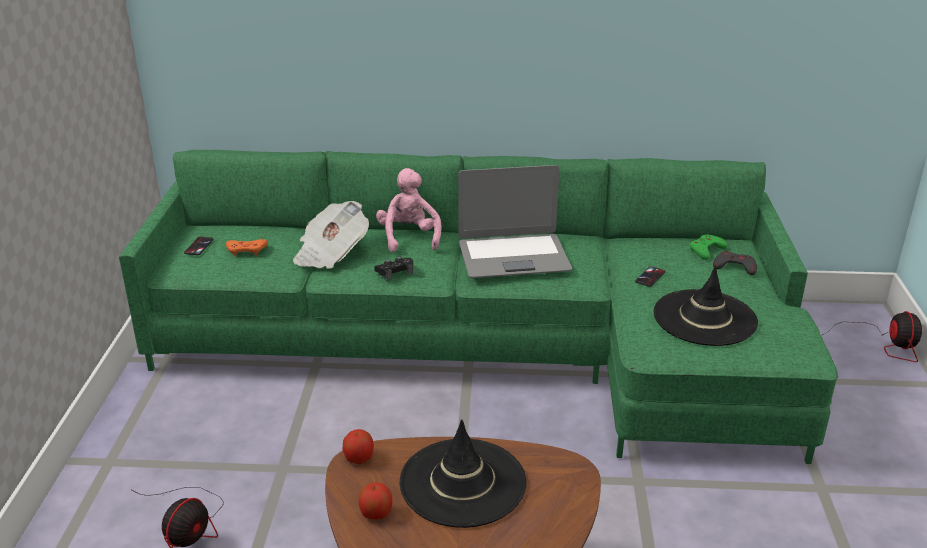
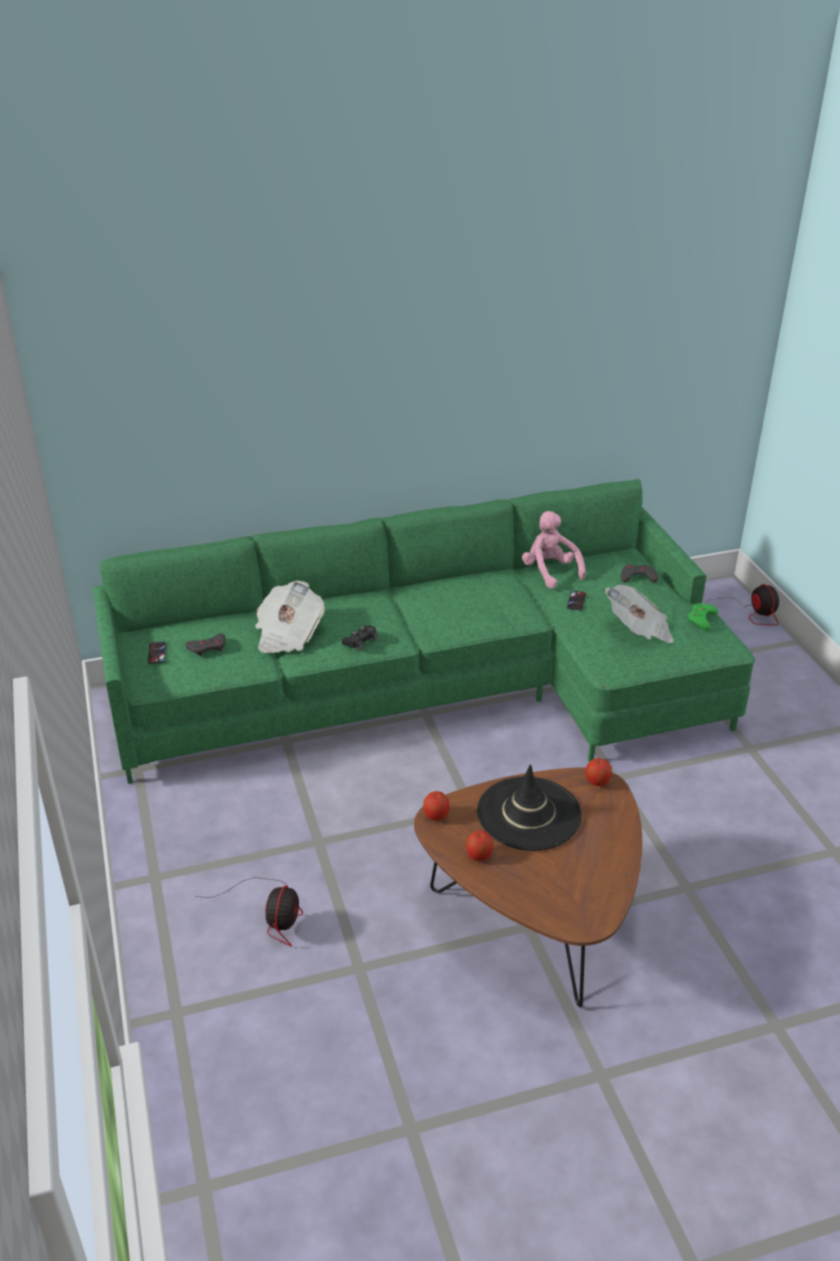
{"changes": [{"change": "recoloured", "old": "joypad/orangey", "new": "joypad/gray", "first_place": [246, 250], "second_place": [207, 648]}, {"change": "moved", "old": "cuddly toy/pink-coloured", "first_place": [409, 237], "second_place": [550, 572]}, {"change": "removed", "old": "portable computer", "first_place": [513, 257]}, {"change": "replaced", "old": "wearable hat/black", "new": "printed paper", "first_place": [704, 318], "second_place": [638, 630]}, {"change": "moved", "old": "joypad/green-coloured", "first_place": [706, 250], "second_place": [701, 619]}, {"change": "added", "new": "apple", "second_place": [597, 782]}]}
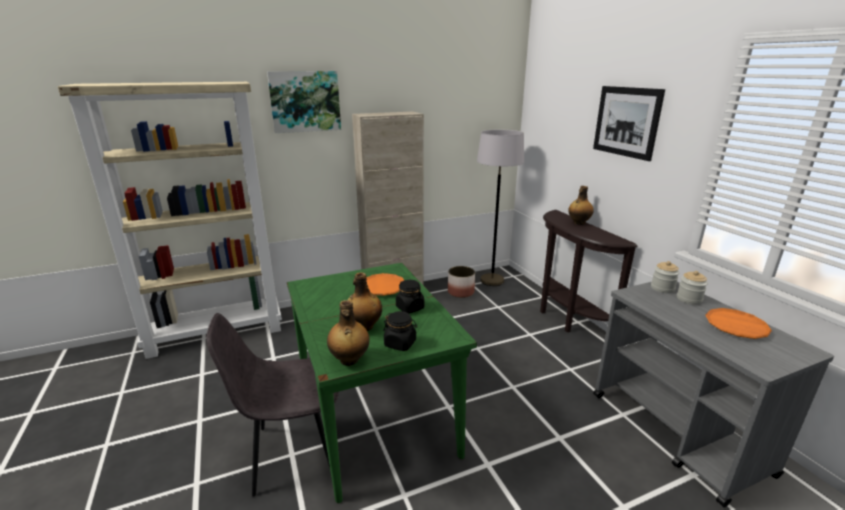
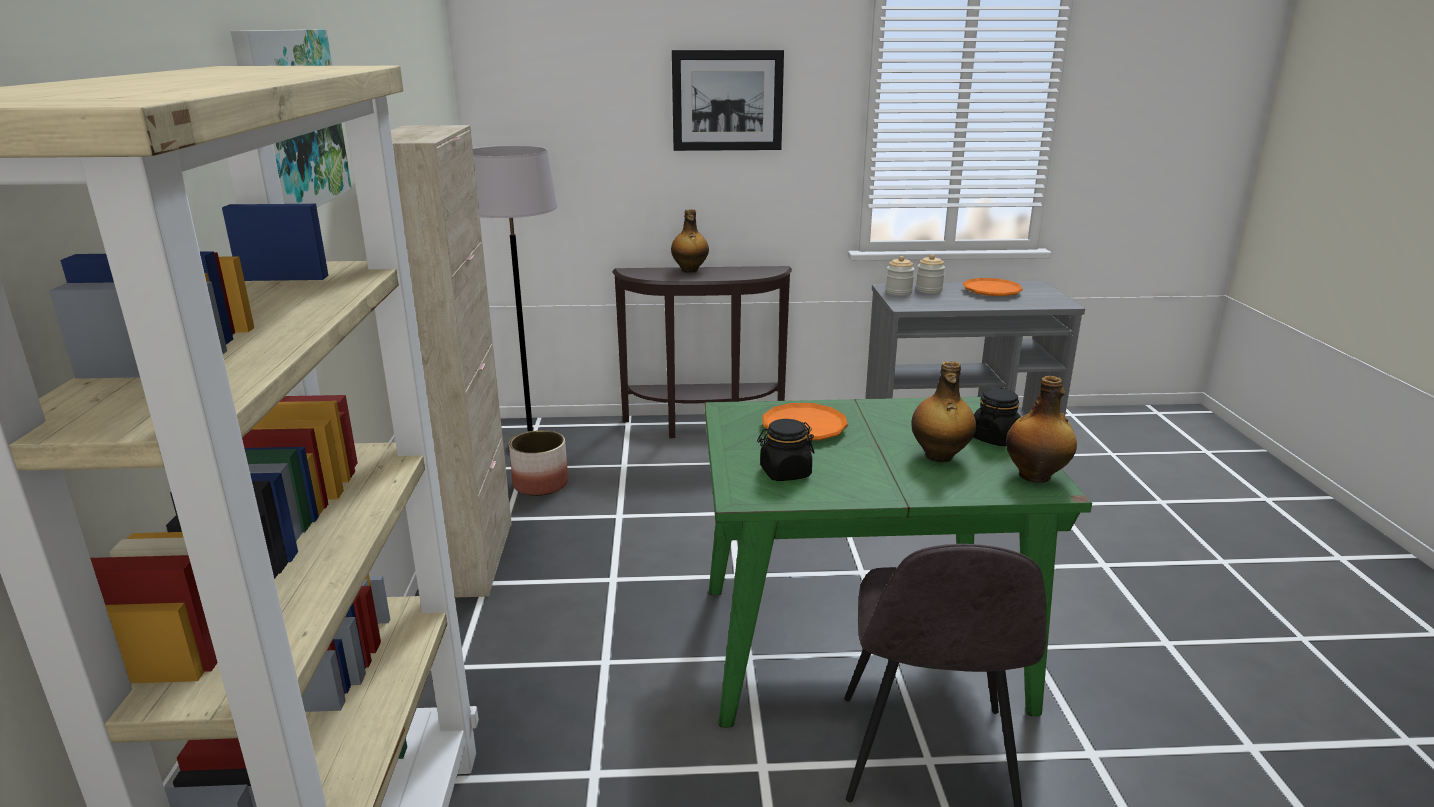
{"changes": [{"change": "moved", "old": "preserve jar/black", "first_place": [409, 308], "second_place": [785, 473]}]}
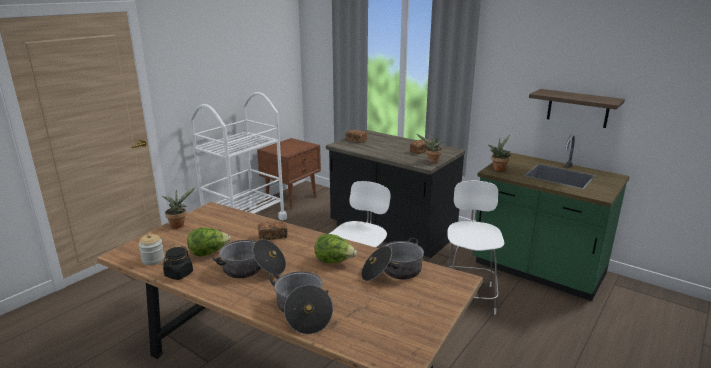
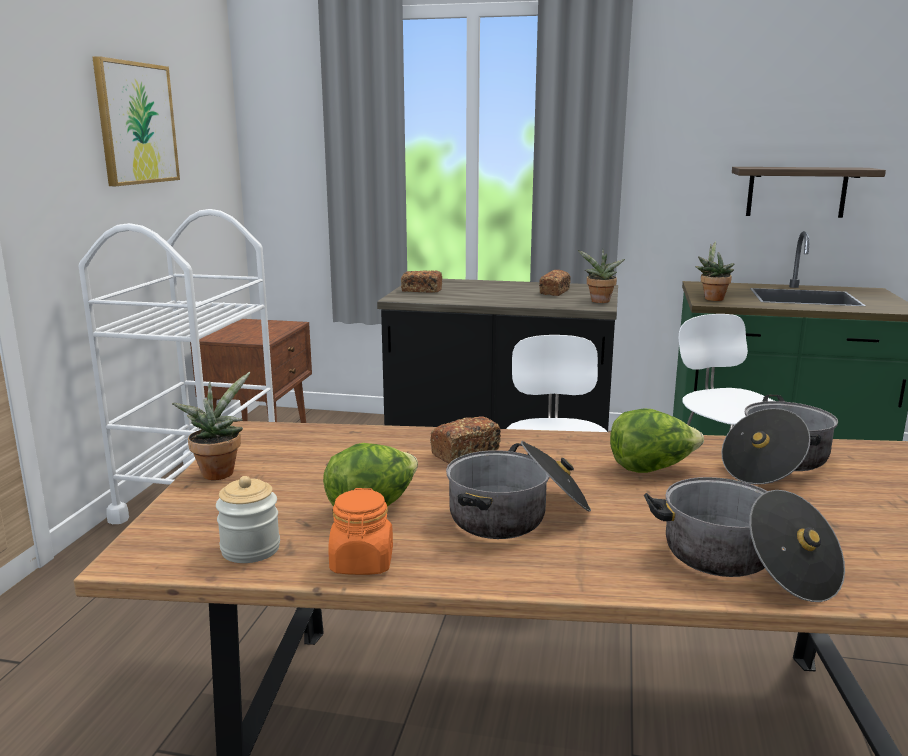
{"changes": [{"change": "recoloured", "old": "preserve jar/black", "new": "preserve jar/orangey", "first_place": [178, 274], "second_place": [362, 563]}, {"change": "added", "new": "wall art", "second_place": [136, 123]}]}
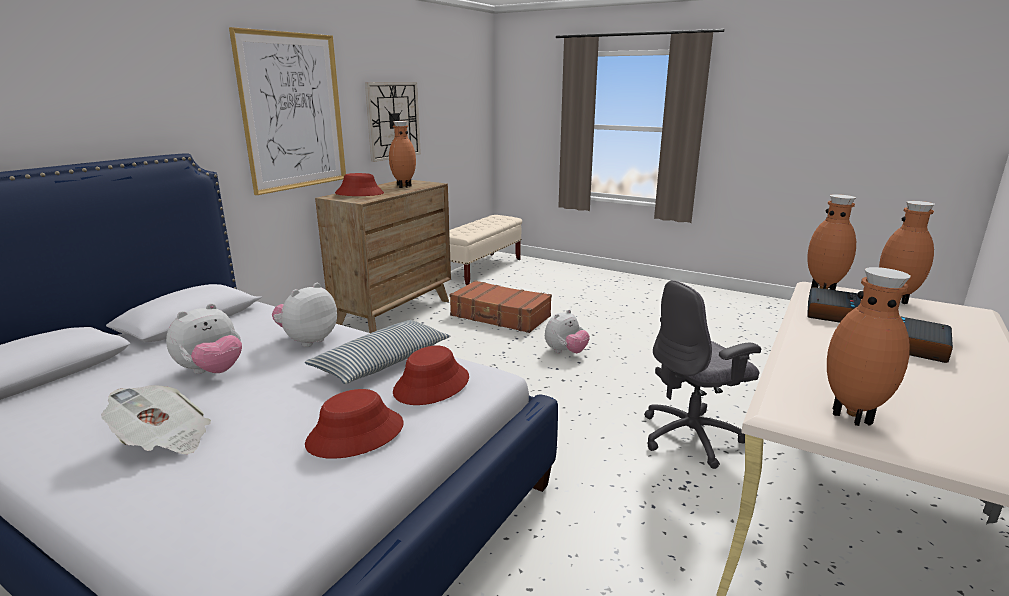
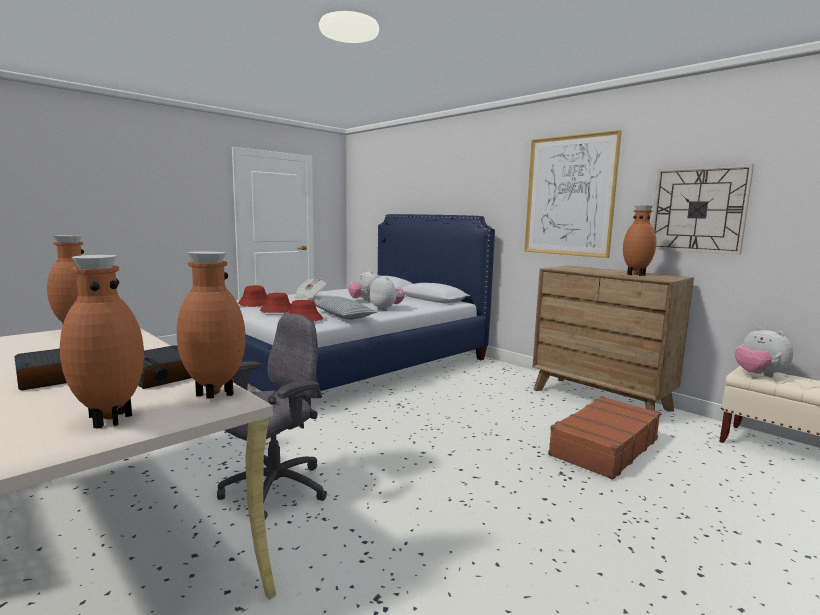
{"changes": [{"change": "moved", "old": "wearable hat/reddish", "first_place": [359, 194], "second_place": [255, 303]}, {"change": "moved", "old": "cuddly toy", "first_place": [565, 352], "second_place": [758, 375]}, {"change": "turned", "old": "computer chair/gray", "first_place": [692, 437], "second_place": [273, 490], "degrees": 45}]}
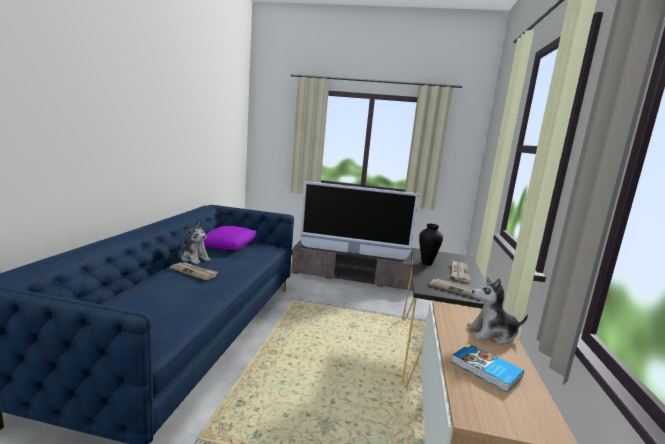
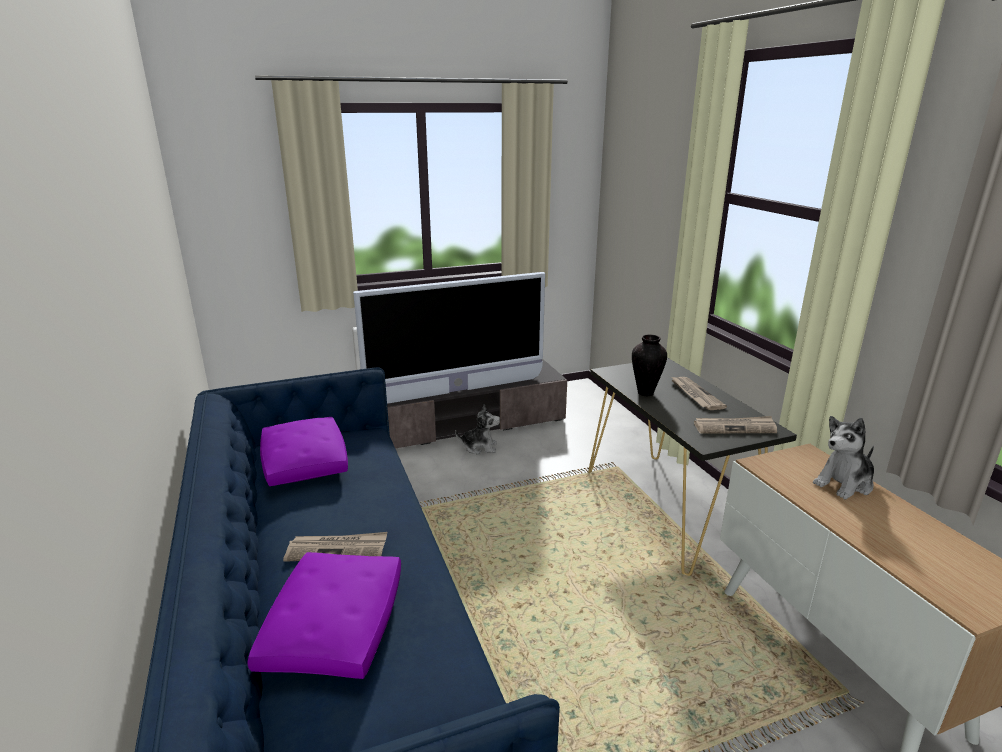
{"changes": [{"change": "moved", "old": "cuddly toy", "first_place": [195, 259], "second_place": [479, 447]}, {"change": "removed", "old": "volume", "first_place": [486, 370]}, {"change": "added", "new": "cushion/purple-coloured", "second_place": [335, 626]}]}
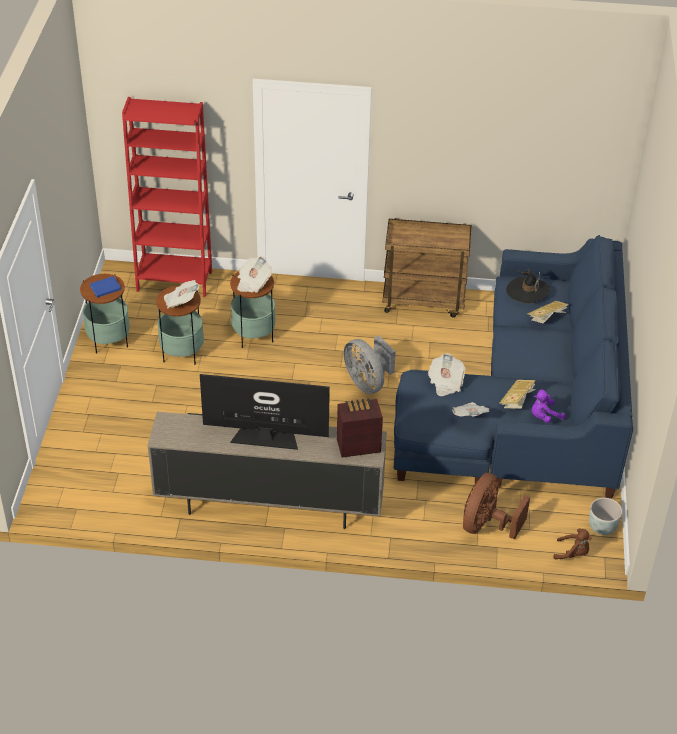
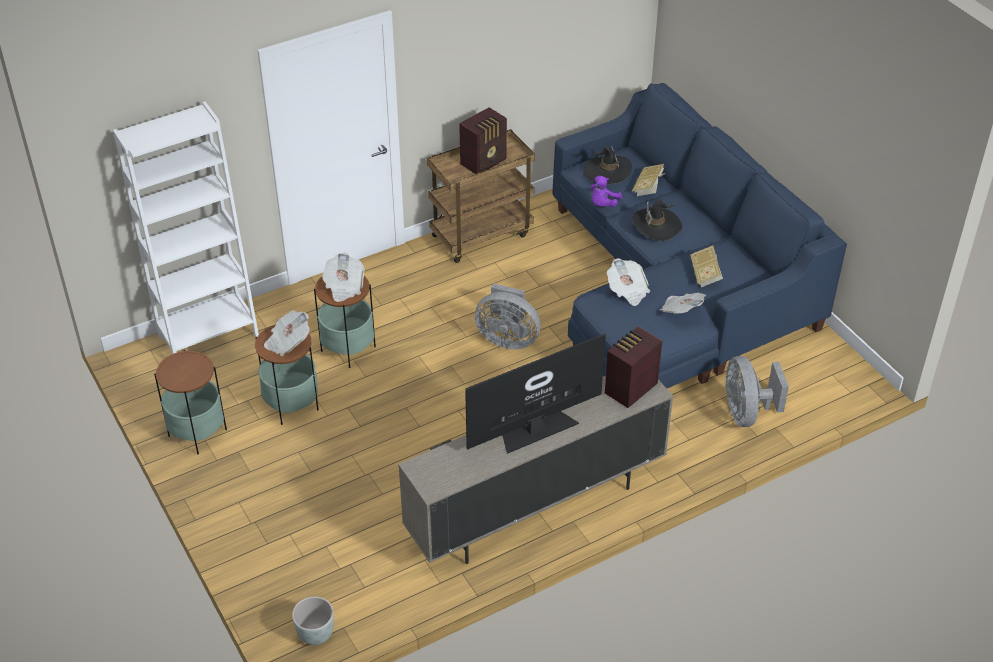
{"changes": [{"change": "removed", "old": "volume/blue", "first_place": [104, 288]}, {"change": "recoloured", "old": "bookshelf/reddish", "new": "bookshelf/white", "first_place": [174, 281], "second_place": [208, 336]}, {"change": "recoloured", "old": "electric fan/brownish", "new": "electric fan/gray", "first_place": [486, 525], "second_place": [746, 413]}, {"change": "moved", "old": "cuddly toy/purple-coloured", "first_place": [544, 416], "second_place": [603, 204]}, {"change": "removed", "old": "cuddly toy/brownish", "first_place": [573, 553]}, {"change": "moved", "old": "flower pot/gray", "first_place": [602, 528], "second_place": [316, 634]}, {"change": "added", "new": "radio receiver", "second_place": [484, 162]}, {"change": "added", "new": "wearable hat/black", "second_place": [656, 225]}]}
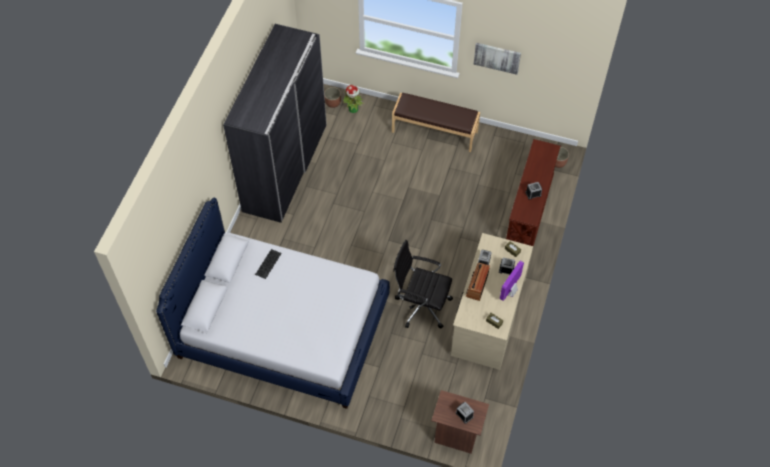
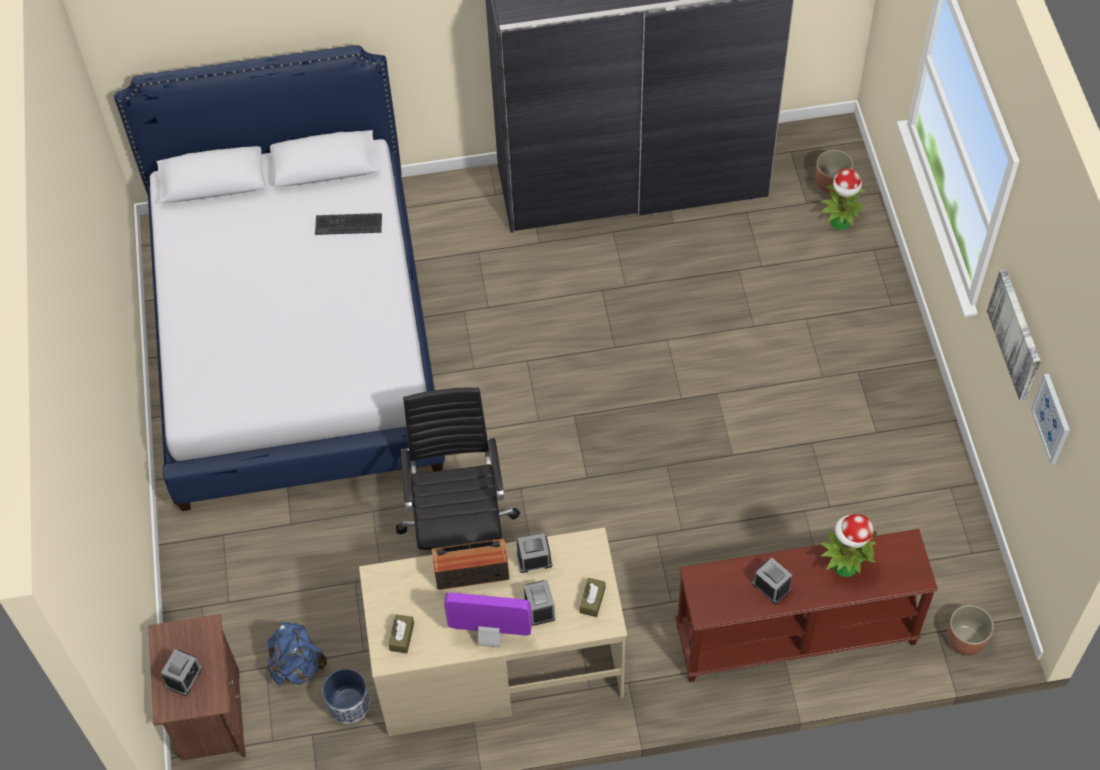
{"changes": [{"change": "removed", "old": "bench/brownish", "first_place": [435, 131]}, {"change": "added", "new": "rucksack/blue", "second_place": [297, 665]}, {"change": "added", "new": "flower pot", "second_place": [348, 704]}, {"change": "added", "new": "potted plant", "second_place": [844, 566]}, {"change": "added", "new": "wall art", "second_place": [1052, 418]}]}
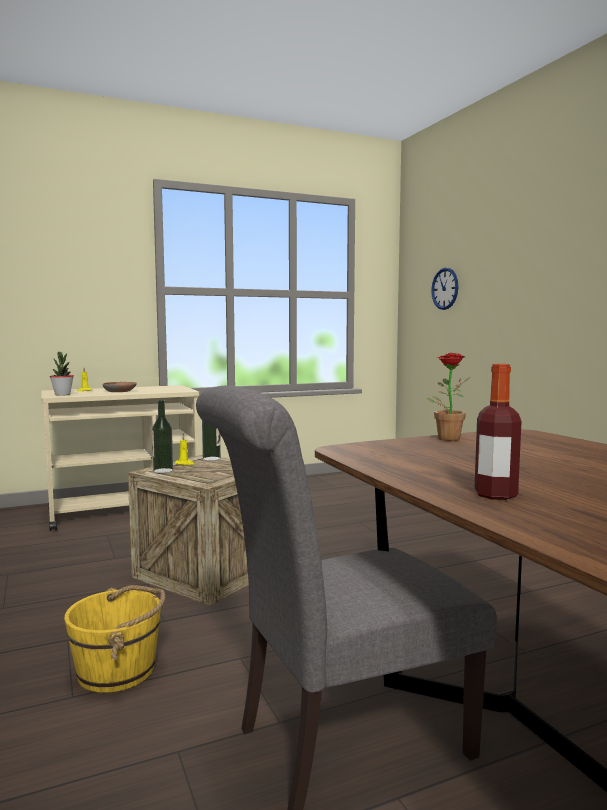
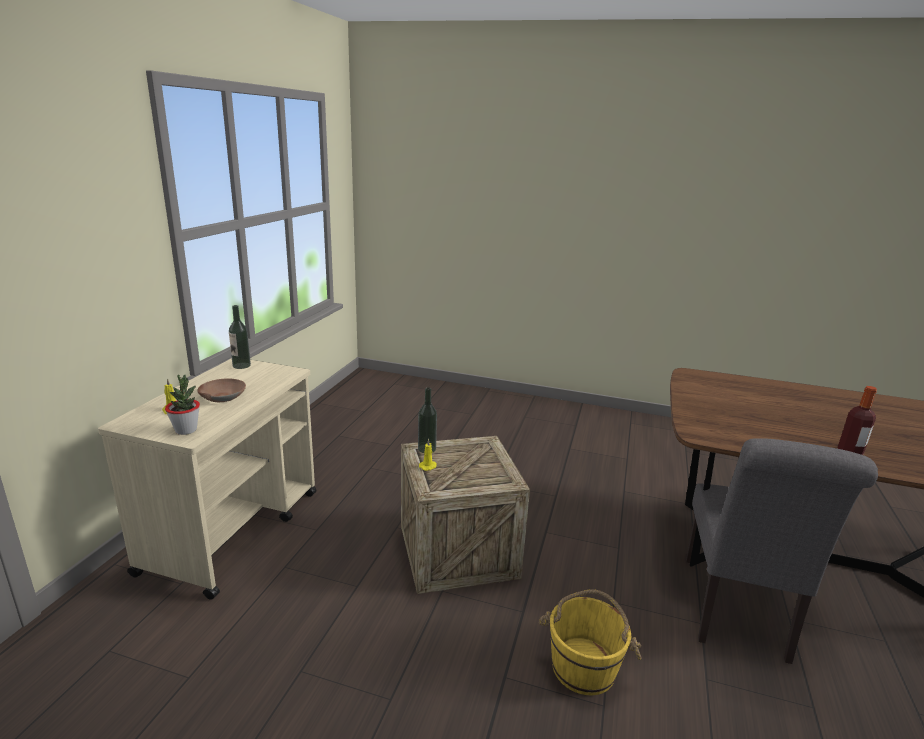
{"changes": [{"change": "moved", "old": "drink bottle", "first_place": [163, 470], "second_place": [241, 365]}, {"change": "removed", "old": "potted plant", "first_place": [446, 438]}, {"change": "removed", "old": "clock on the wall", "first_place": [445, 288]}]}
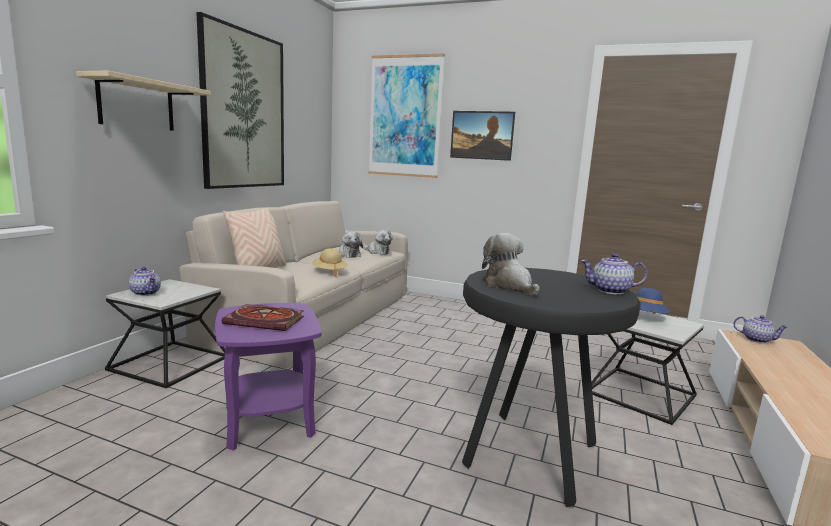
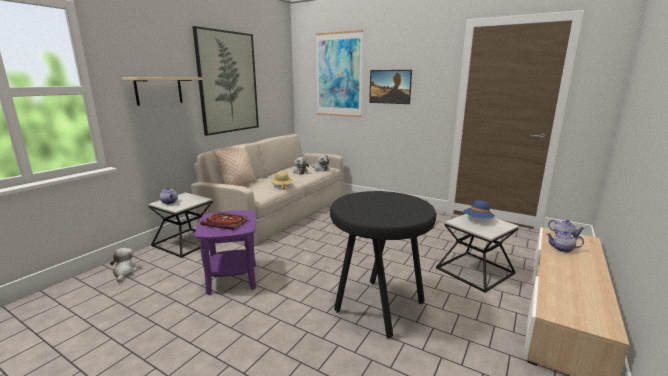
{"changes": [{"change": "moved", "old": "cuddly toy", "first_place": [508, 285], "second_place": [124, 273]}, {"change": "moved", "old": "tea pot", "first_place": [610, 291], "second_place": [562, 249]}]}
